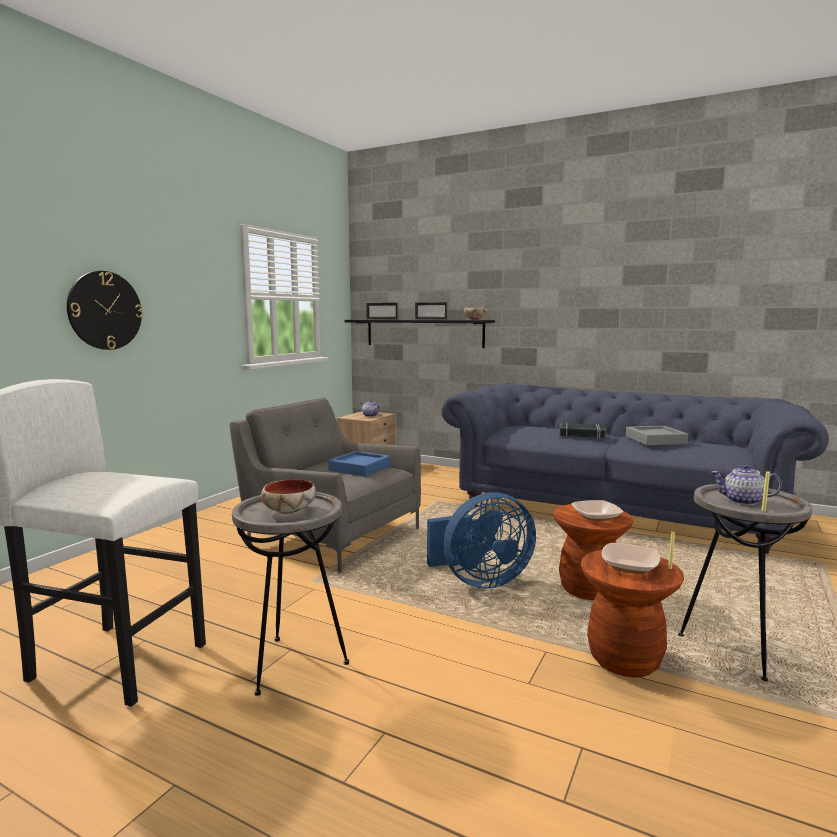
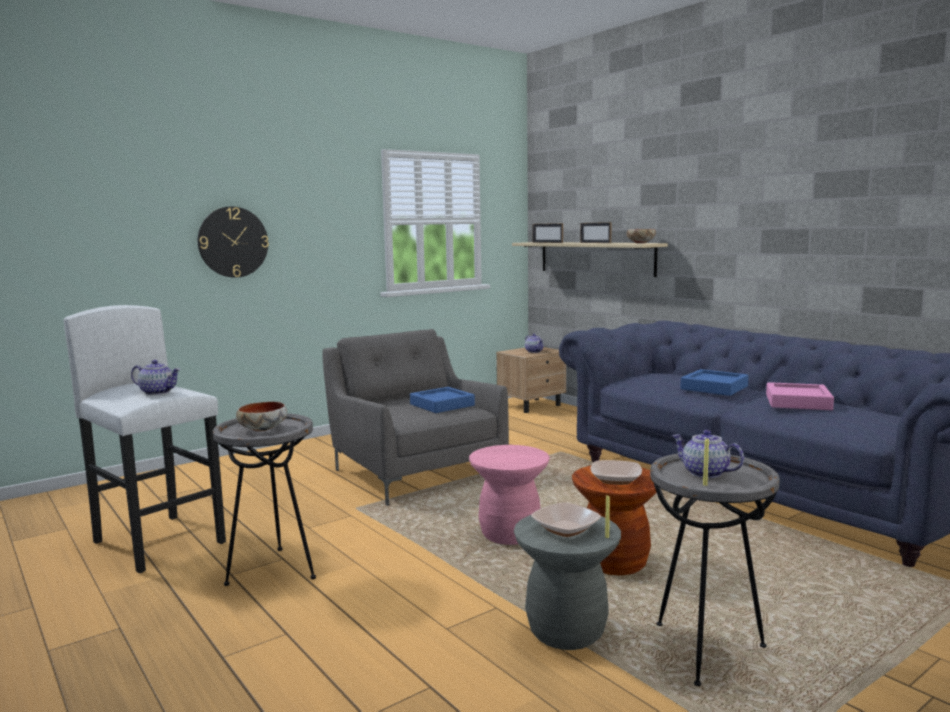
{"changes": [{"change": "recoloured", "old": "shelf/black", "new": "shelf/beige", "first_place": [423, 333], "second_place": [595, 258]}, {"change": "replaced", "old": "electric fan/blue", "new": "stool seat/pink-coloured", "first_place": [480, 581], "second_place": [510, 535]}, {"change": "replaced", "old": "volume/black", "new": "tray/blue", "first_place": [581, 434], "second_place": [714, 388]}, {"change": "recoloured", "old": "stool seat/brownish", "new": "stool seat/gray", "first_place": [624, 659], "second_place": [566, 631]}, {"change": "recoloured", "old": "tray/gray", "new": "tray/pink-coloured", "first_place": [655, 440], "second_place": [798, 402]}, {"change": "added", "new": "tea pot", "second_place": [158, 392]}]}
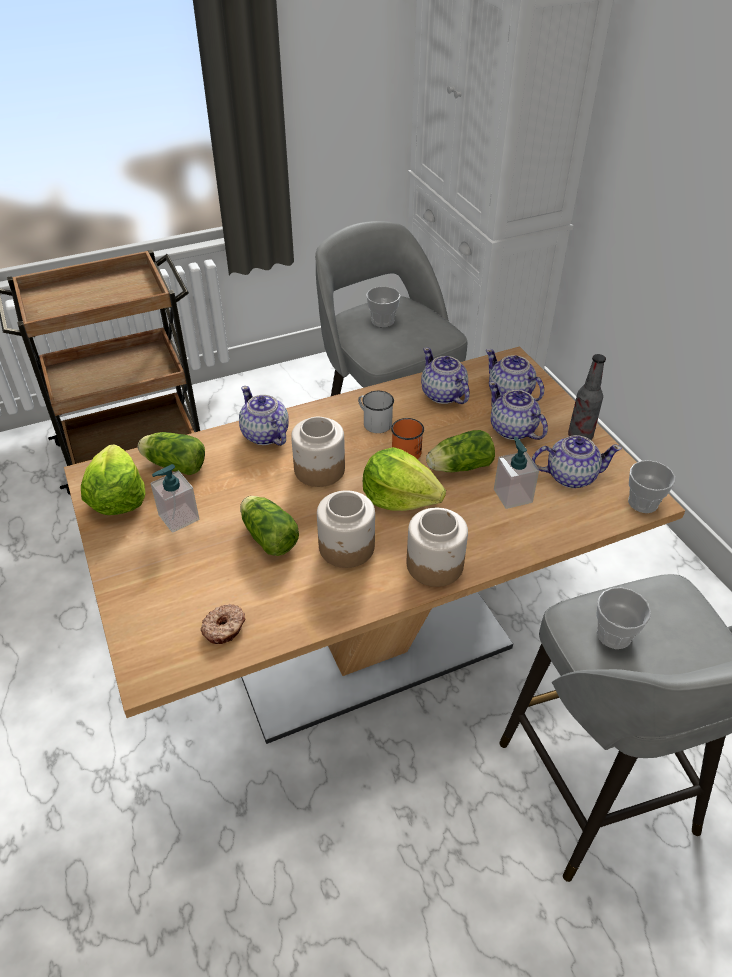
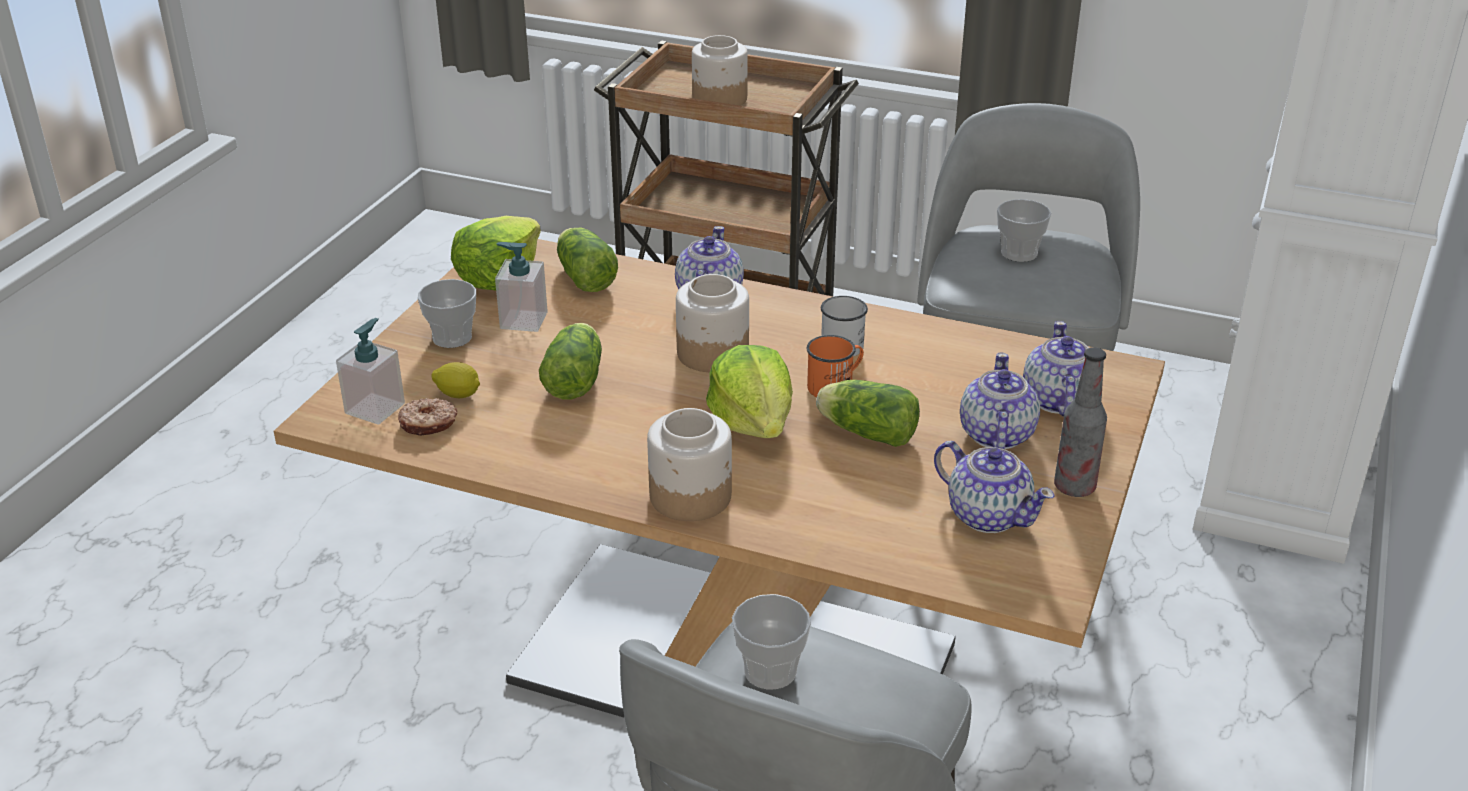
{"changes": [{"change": "moved", "old": "preserve jar", "first_place": [347, 547], "second_place": [719, 99]}, {"change": "removed", "old": "tea pot", "first_place": [443, 395]}, {"change": "moved", "old": "soap dispenser", "first_place": [512, 495], "second_place": [375, 408]}, {"change": "moved", "old": "cup", "first_place": [643, 503], "second_place": [452, 337]}, {"change": "added", "new": "citrus fruit", "second_place": [458, 395]}]}
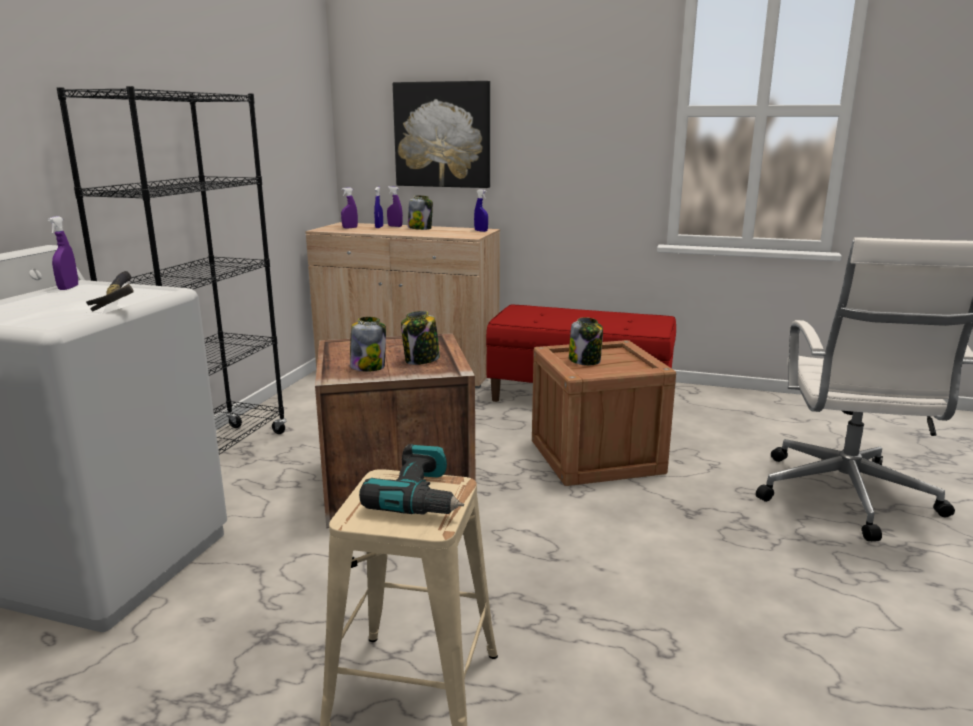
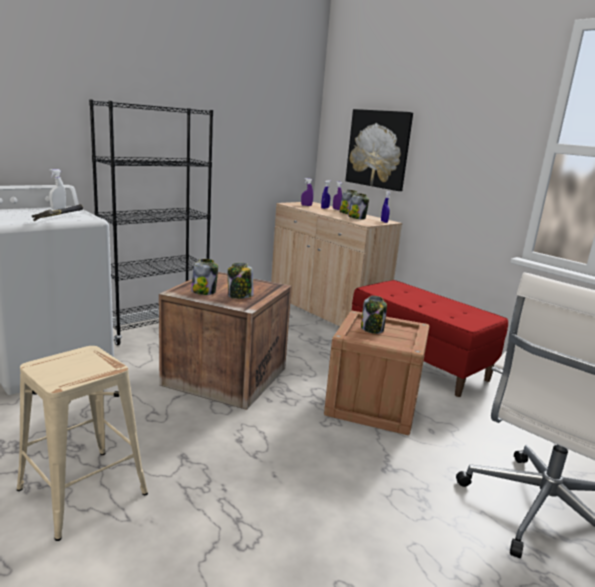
{"changes": [{"change": "recoloured", "old": "hand sprayer/purple-coloured", "new": "hand sprayer/white", "first_place": [68, 288], "second_place": [58, 208]}, {"change": "removed", "old": "electric drill", "first_place": [421, 497]}, {"change": "added", "new": "preserve jar", "second_place": [357, 218]}]}
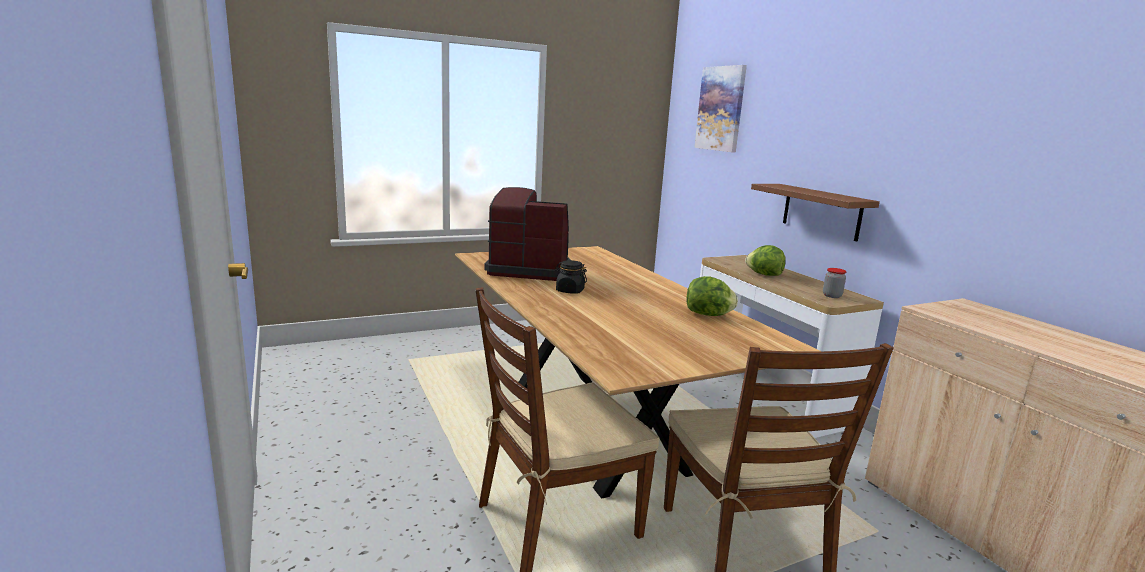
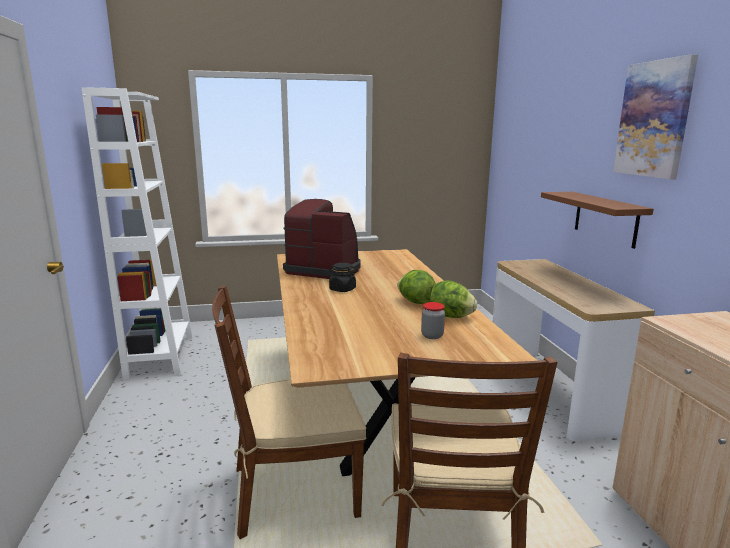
{"changes": [{"change": "moved", "old": "wall art", "first_place": [720, 109], "second_place": [654, 119]}, {"change": "moved", "old": "lettuce head", "first_place": [764, 274], "second_place": [415, 302]}, {"change": "moved", "old": "preserve jar", "first_place": [832, 296], "second_place": [432, 335]}, {"change": "added", "new": "bookshelf/white", "second_place": [160, 357]}]}
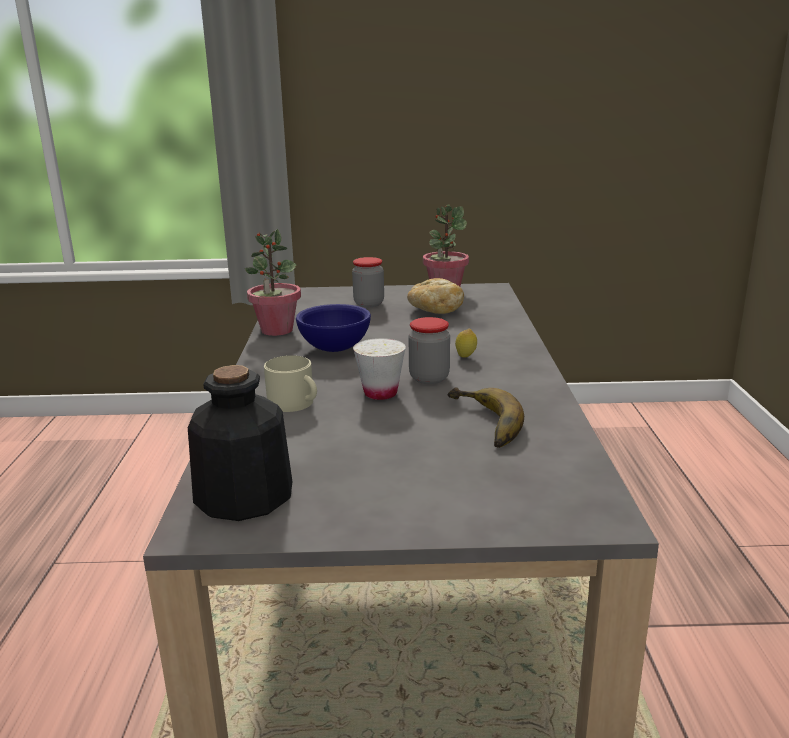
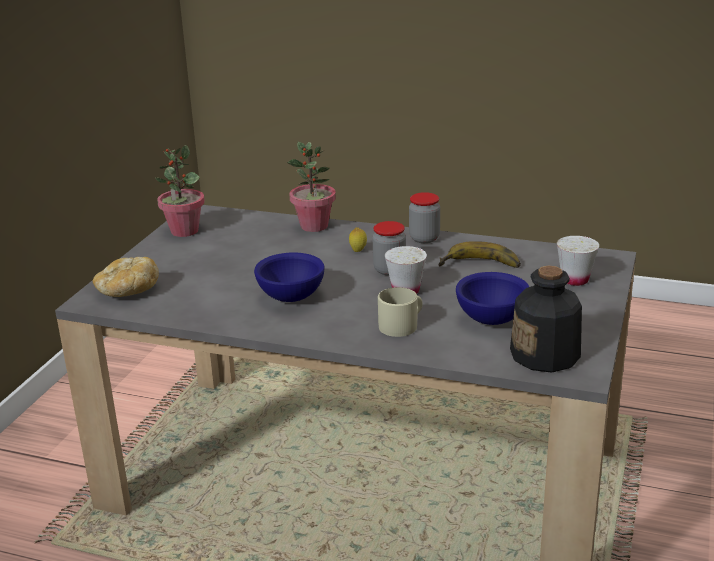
{"changes": [{"change": "moved", "old": "potted plant", "first_place": [276, 330], "second_place": [314, 226]}, {"change": "moved", "old": "preserve jar", "first_place": [369, 304], "second_place": [424, 238]}, {"change": "moved", "old": "bakery bread", "first_place": [434, 310], "second_place": [127, 292]}, {"change": "added", "new": "bowl/blue", "second_place": [491, 320]}, {"change": "added", "new": "cup/white", "second_place": [575, 280]}]}
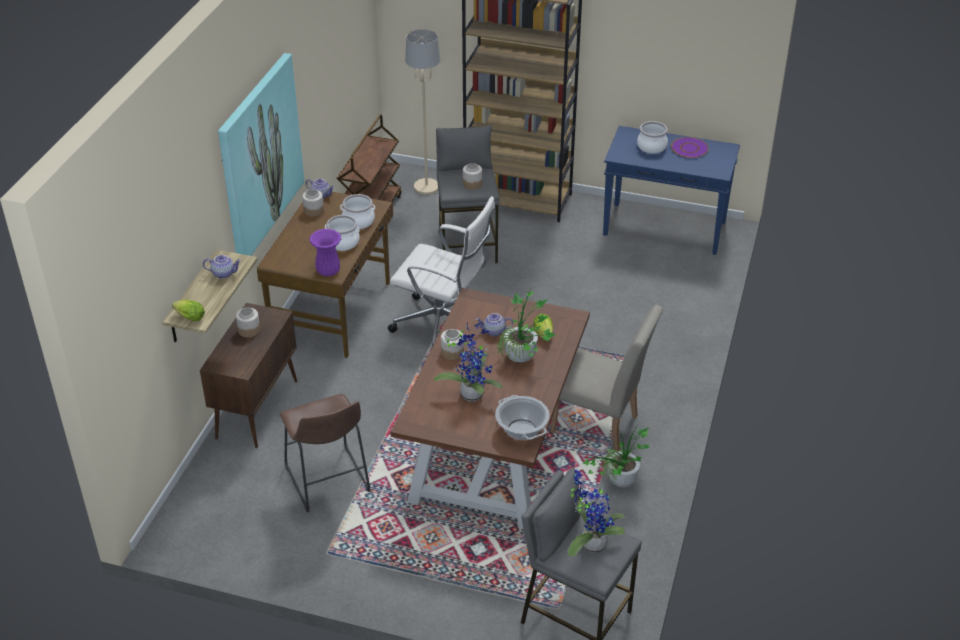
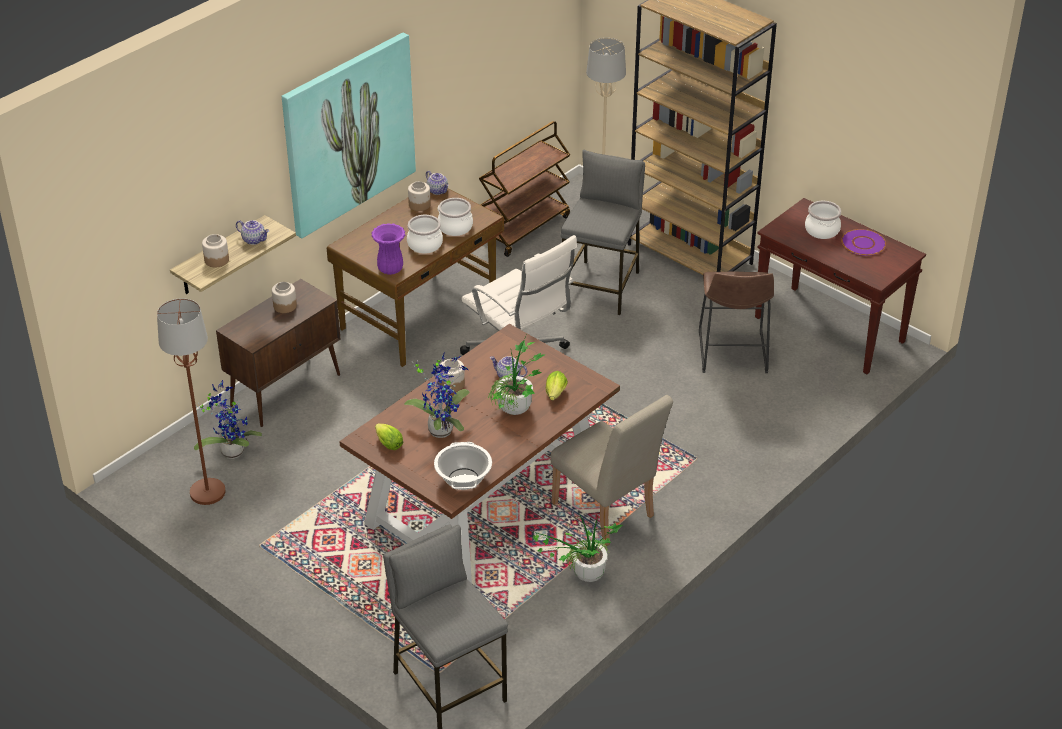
{"changes": [{"change": "moved", "old": "lettuce head", "first_place": [188, 317], "second_place": [387, 443]}, {"change": "moved", "old": "stool seat/brownish", "first_place": [328, 483], "second_place": [732, 355]}, {"change": "moved", "old": "preserve jar", "first_place": [472, 184], "second_place": [217, 260]}, {"change": "moved", "old": "potted plant", "first_place": [590, 543], "second_place": [231, 450]}, {"change": "recoloured", "old": "hall table/blue", "new": "hall table/brownish", "first_place": [665, 229], "second_place": [830, 330]}, {"change": "added", "new": "standard lamp/brownish", "second_place": [207, 492]}]}
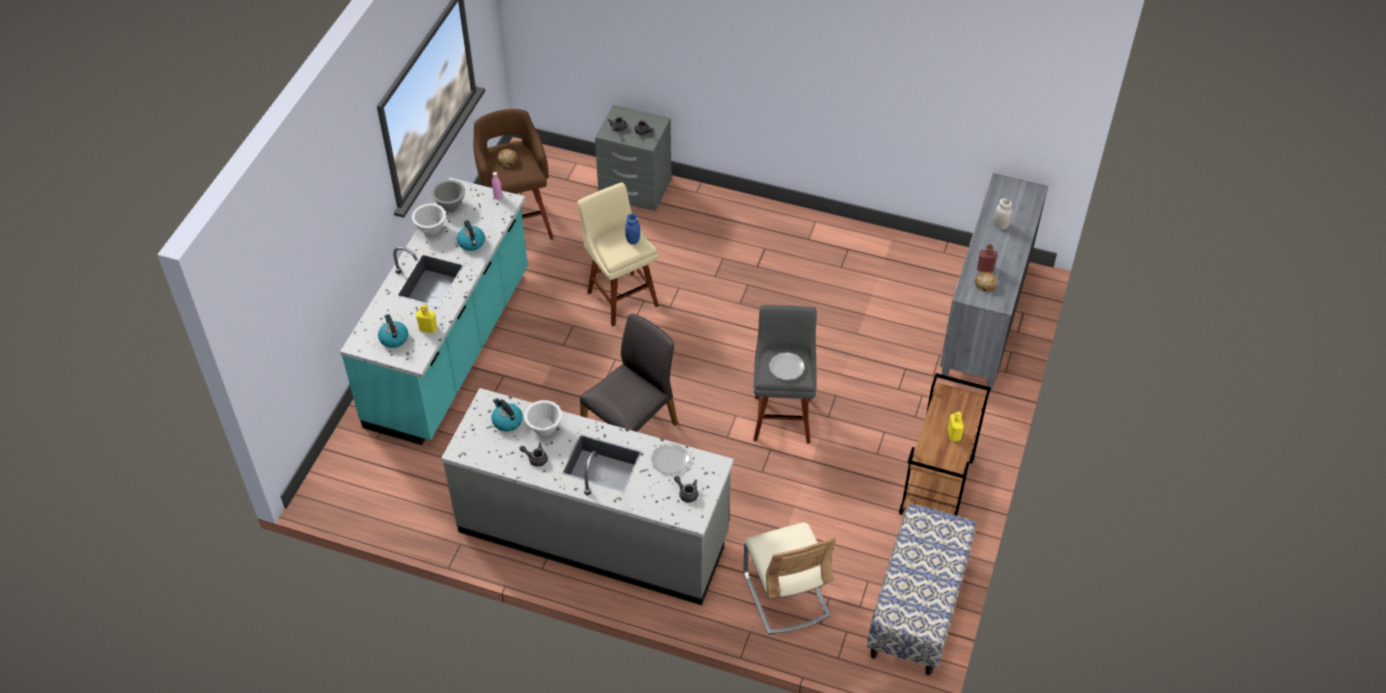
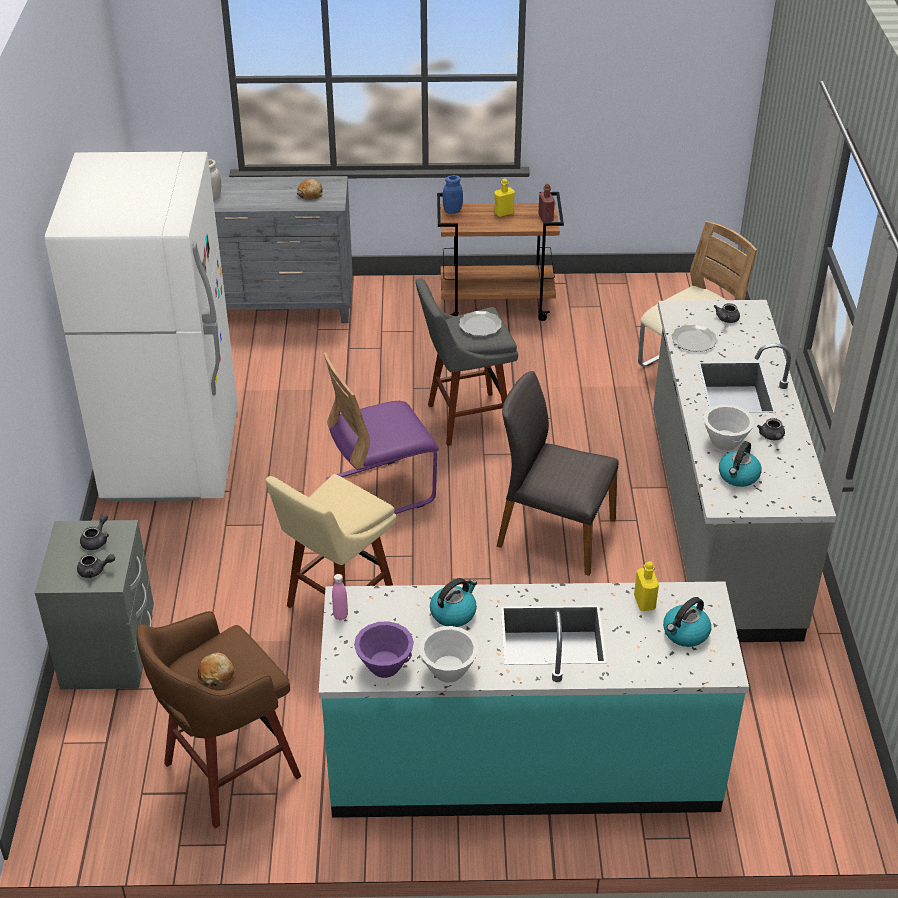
{"changes": [{"change": "recoloured", "old": "bowl/gray", "new": "bowl/purple-coloured", "first_place": [451, 205], "second_place": [384, 666]}, {"change": "moved", "old": "preserve jar/blue", "first_place": [633, 240], "second_place": [452, 210]}, {"change": "removed", "old": "bench", "first_place": [917, 608]}, {"change": "moved", "old": "drink bottle/reddish", "first_place": [985, 268], "second_place": [545, 218]}, {"change": "added", "new": "fridge/white", "second_place": [172, 456]}, {"change": "added", "new": "plain chair/purple-coloured", "second_place": [380, 491]}]}
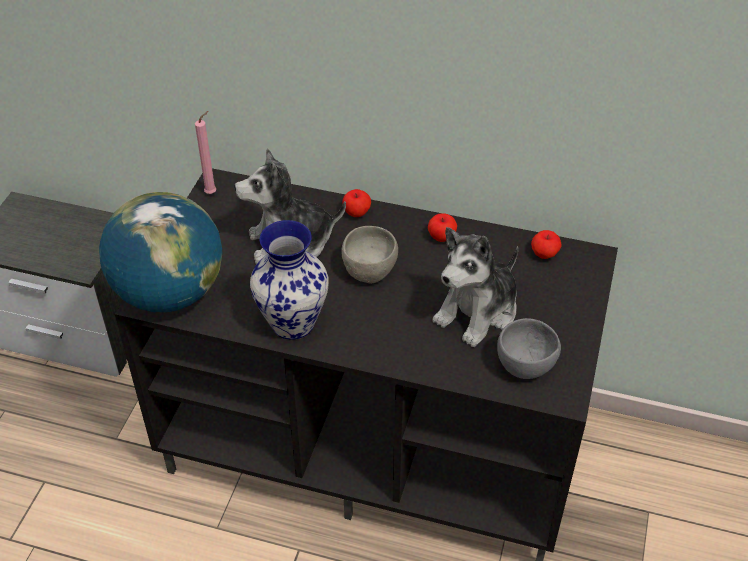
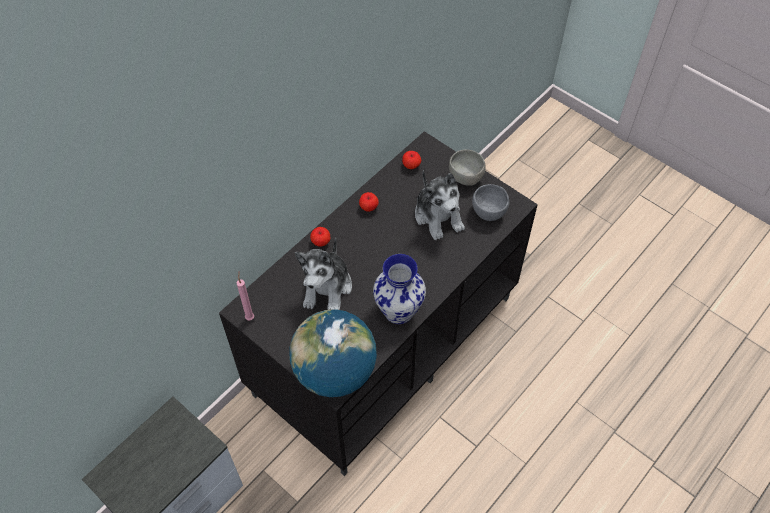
{"changes": [{"change": "moved", "old": "bowl/gray", "first_place": [368, 271], "second_place": [465, 178]}]}
